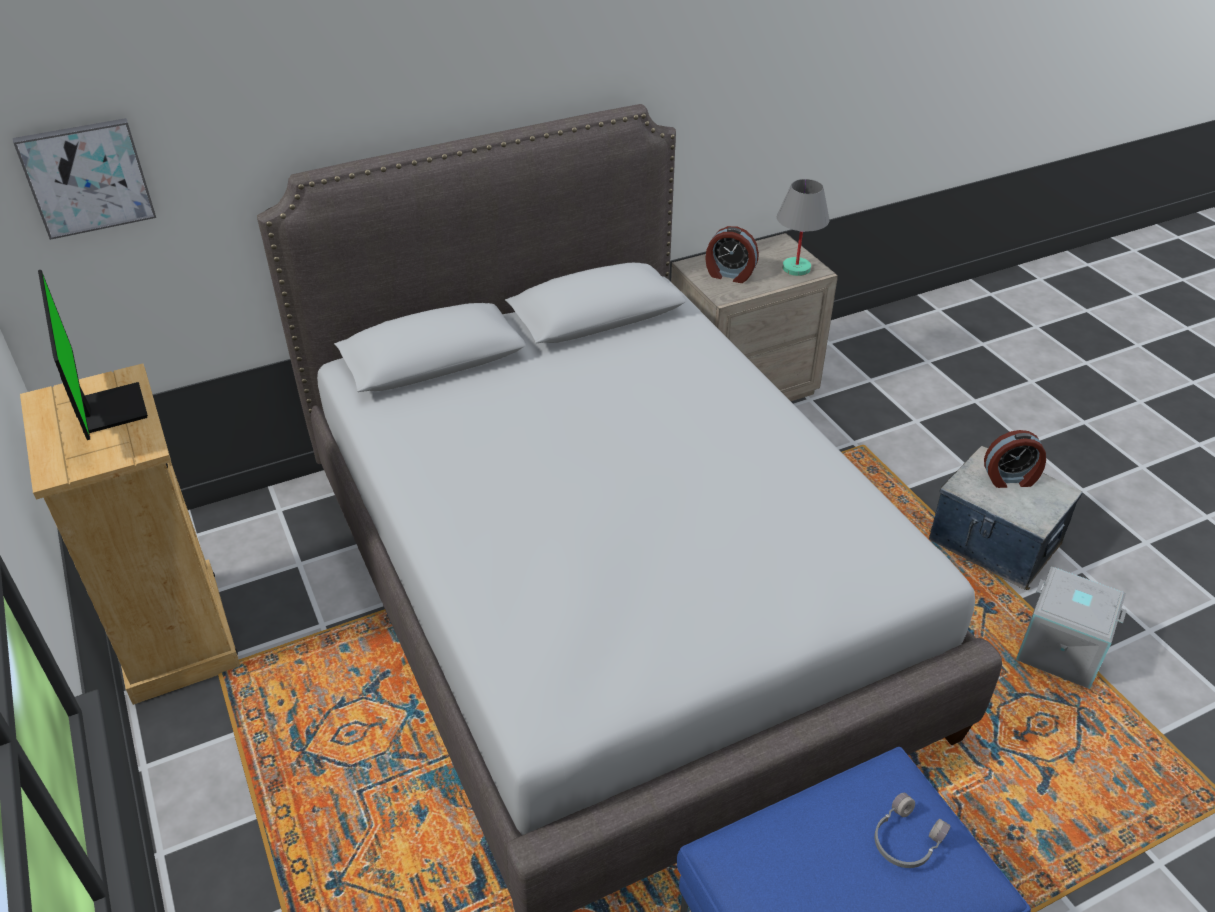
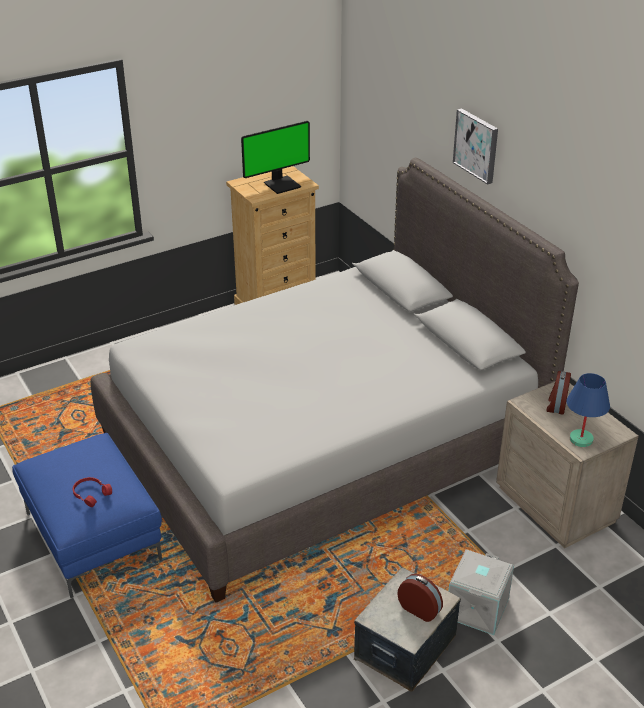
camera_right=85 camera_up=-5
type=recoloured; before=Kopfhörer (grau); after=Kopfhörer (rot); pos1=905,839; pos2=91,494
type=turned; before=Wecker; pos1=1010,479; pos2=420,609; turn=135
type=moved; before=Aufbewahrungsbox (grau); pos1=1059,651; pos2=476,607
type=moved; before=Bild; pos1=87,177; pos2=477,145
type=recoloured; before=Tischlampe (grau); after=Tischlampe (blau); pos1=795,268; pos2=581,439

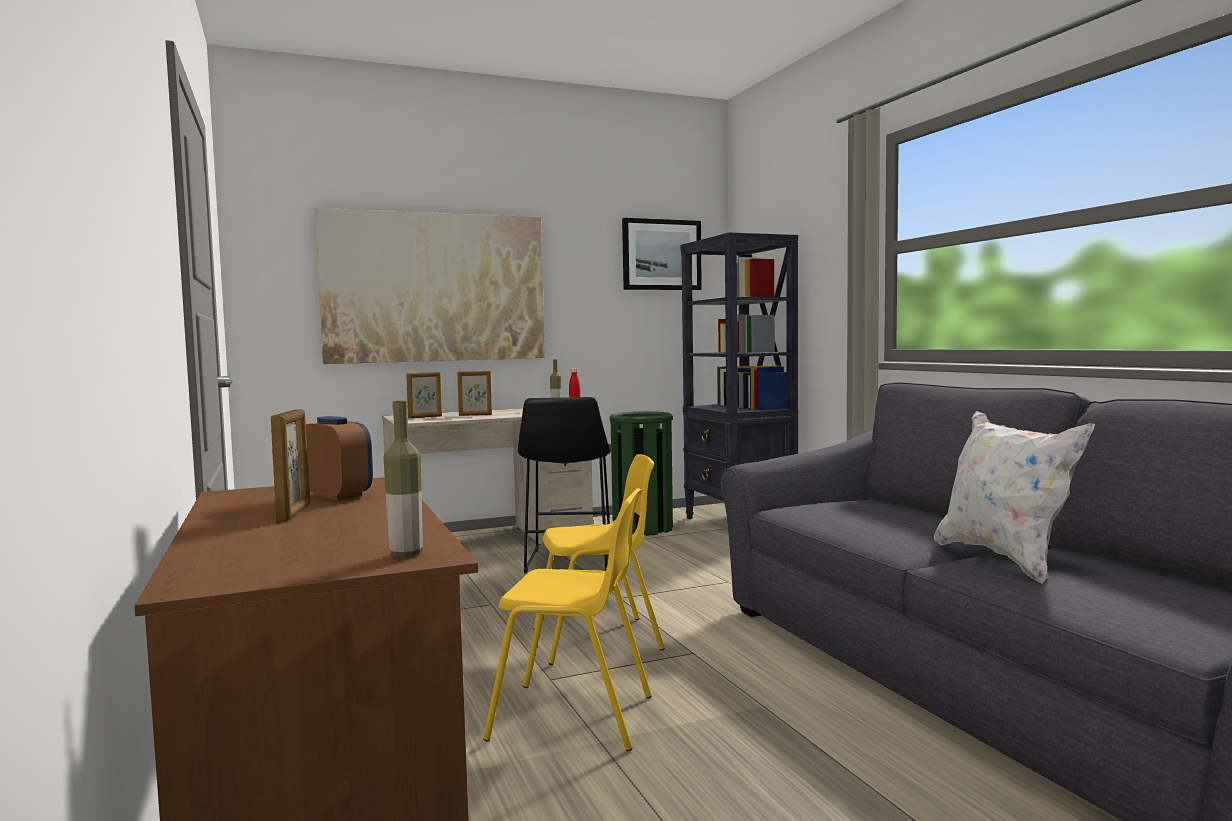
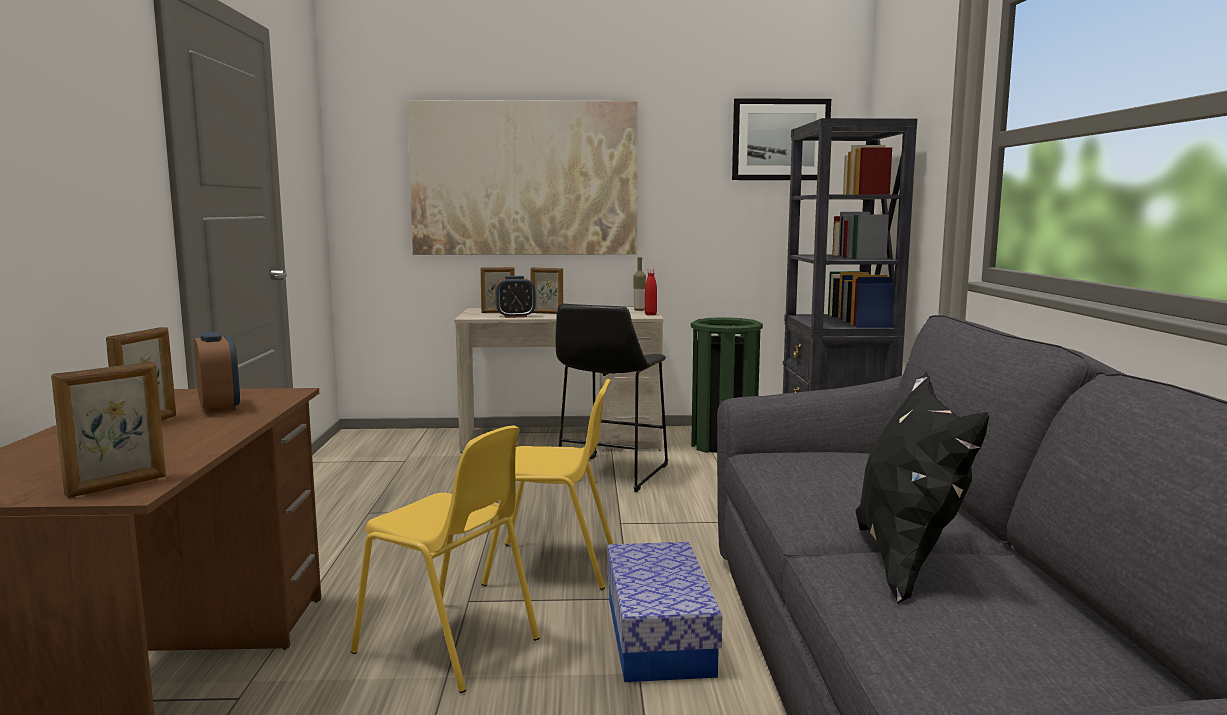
camera_right=20 camera_up=5
type=replaced; before=Flasche; after=Bilderrahmen; pos1=406,554; pos2=118,486
type=added; after=Wecker; pos2=515,316
type=added; after=Aufbewahrungsbox; pos2=659,636
type=recoloured; before=Kissen (weiß); after=Kissen (schwarz); pos1=1004,559; pos2=908,562

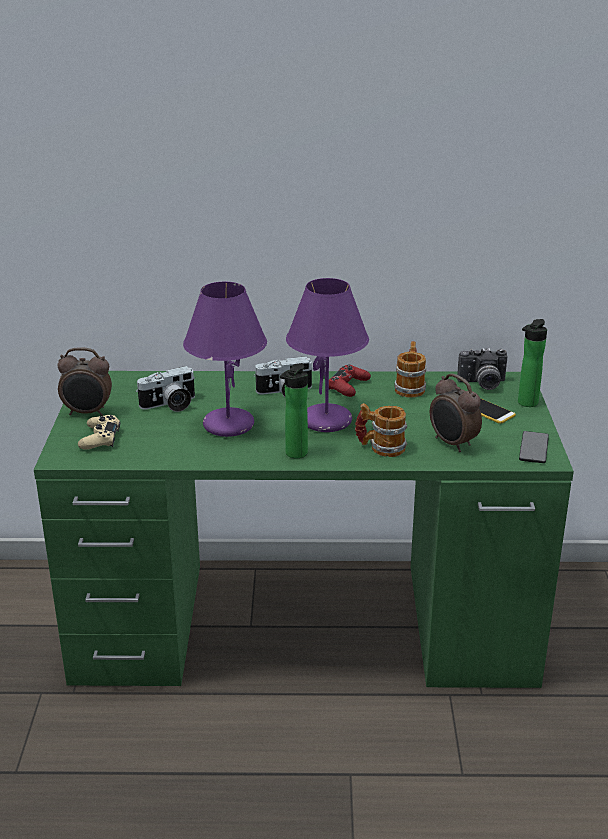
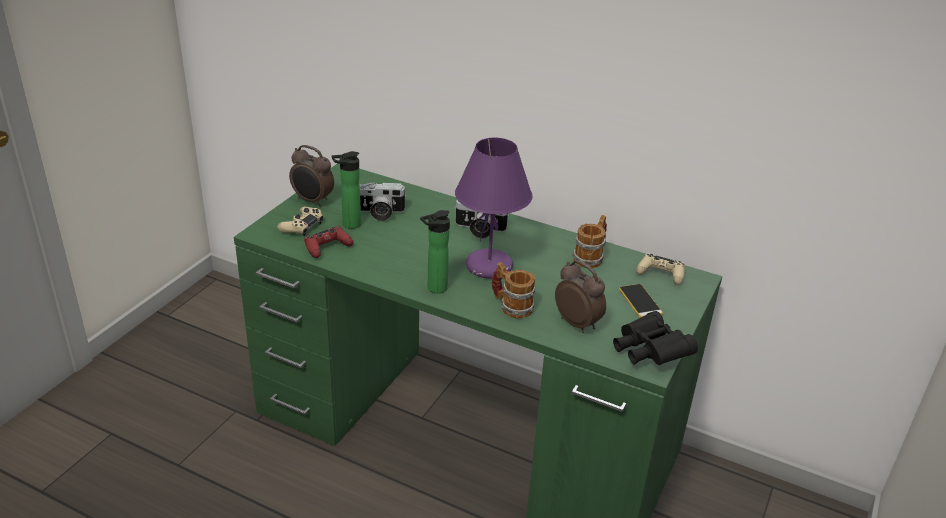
camera_right=25 camera_up=5
type=moved; before=Gamepad (rot); pos1=348,386; pos2=327,247
type=moved; before=Flasche; pos1=526,404; pos2=348,224
type=turned; before=Wecker; pos1=452,444; pos2=577,323; turn=150
type=replaced; before=Handy; after=Fernglas (schwarz); pos1=533,448; pos2=648,352
type=replaced; before=Kamera; after=Gamepad (beige); pos1=482,384; pos2=660,274
type=removed; before=Tischlampe (lila); pos1=228,424

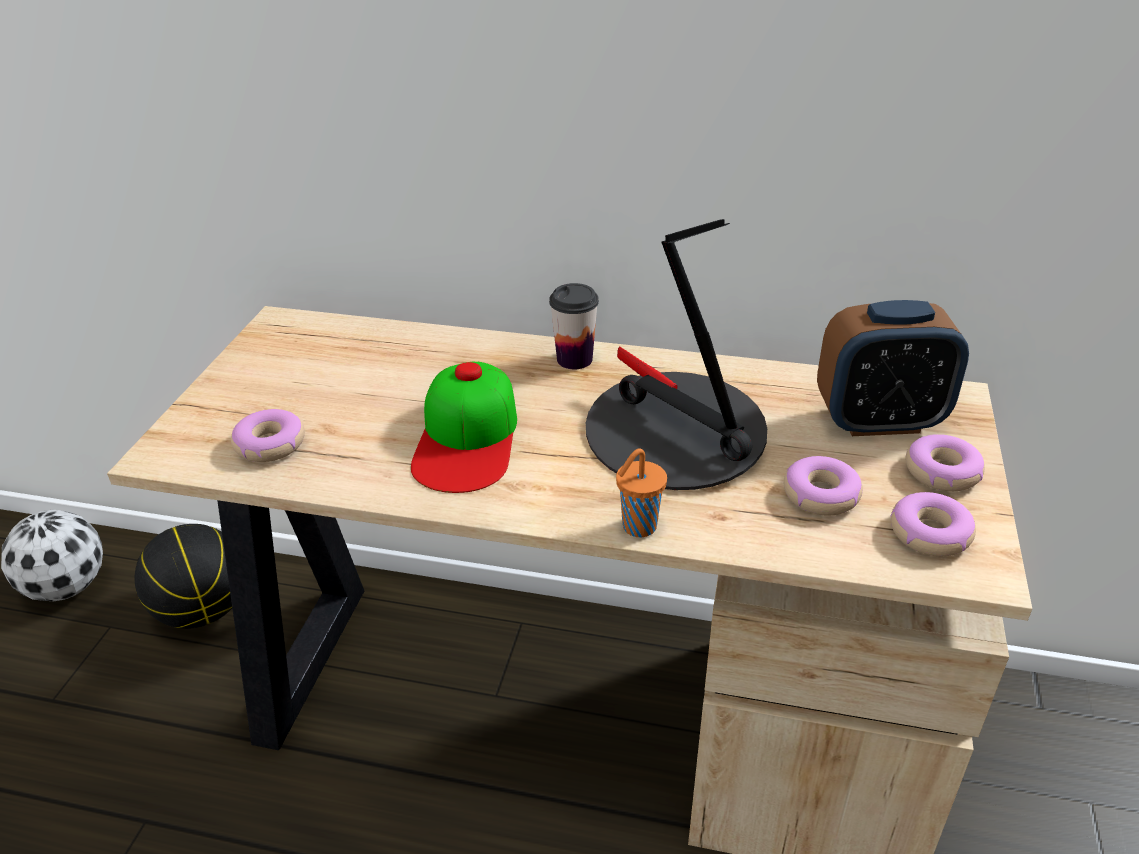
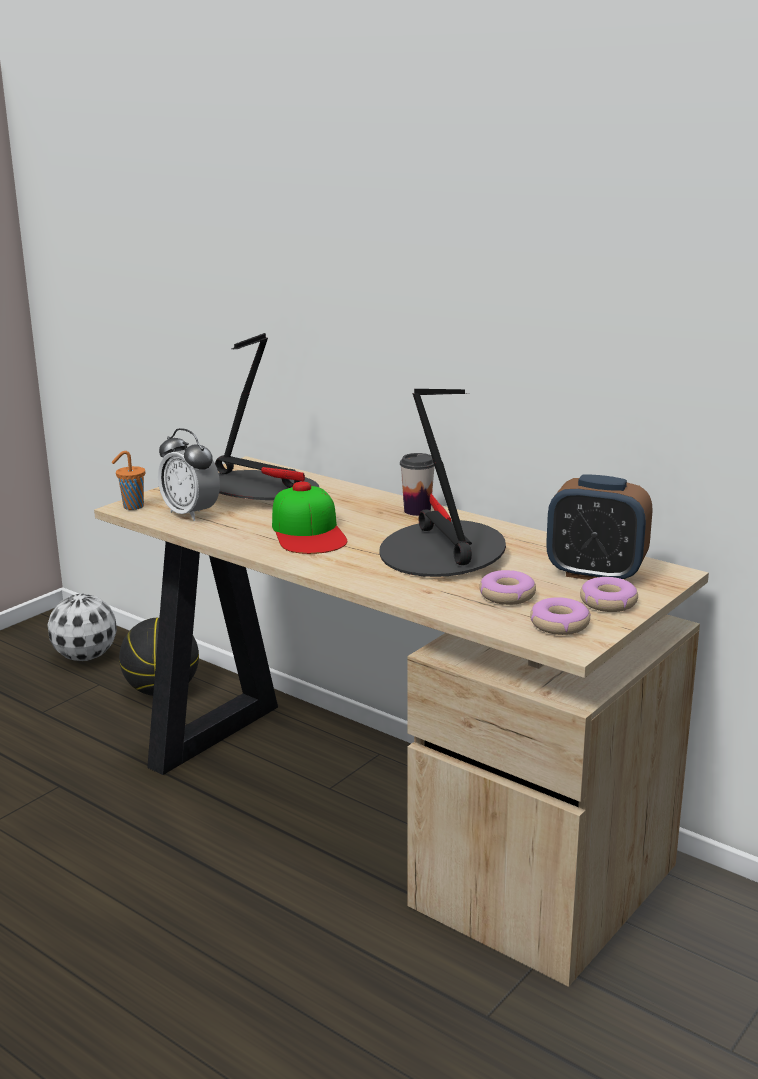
camera_right=25 camera_up=-15
type=moved; before=Tasse (orange); pos1=637,527; pos2=132,507
type=replaced; before=Donut; after=Wecker; pos1=270,444; pos2=191,514
type=added; after=Tischlampe; pos2=262,491
type=turned; before=Kappe; pos1=467,438; pos2=308,532; turn=-45

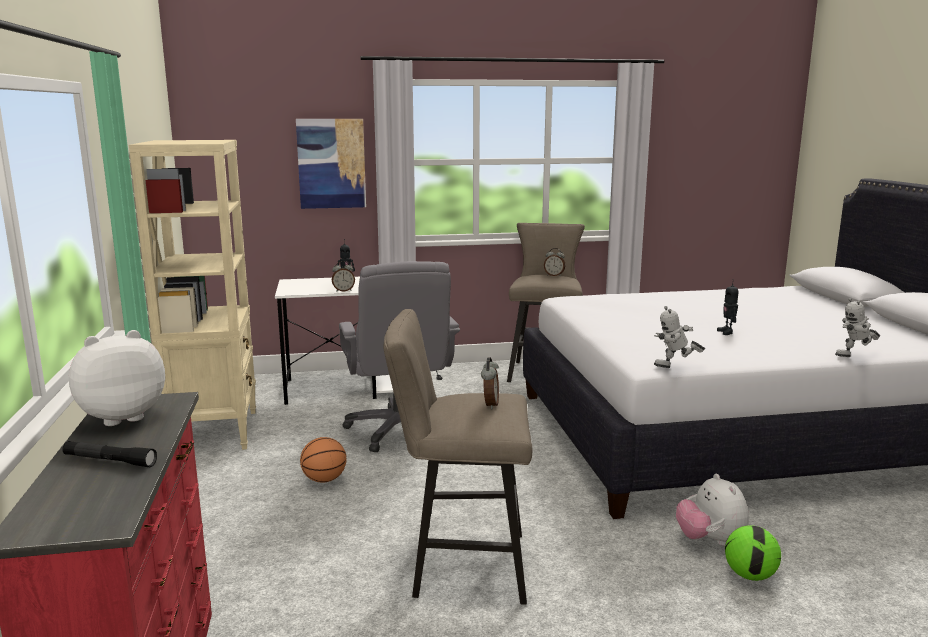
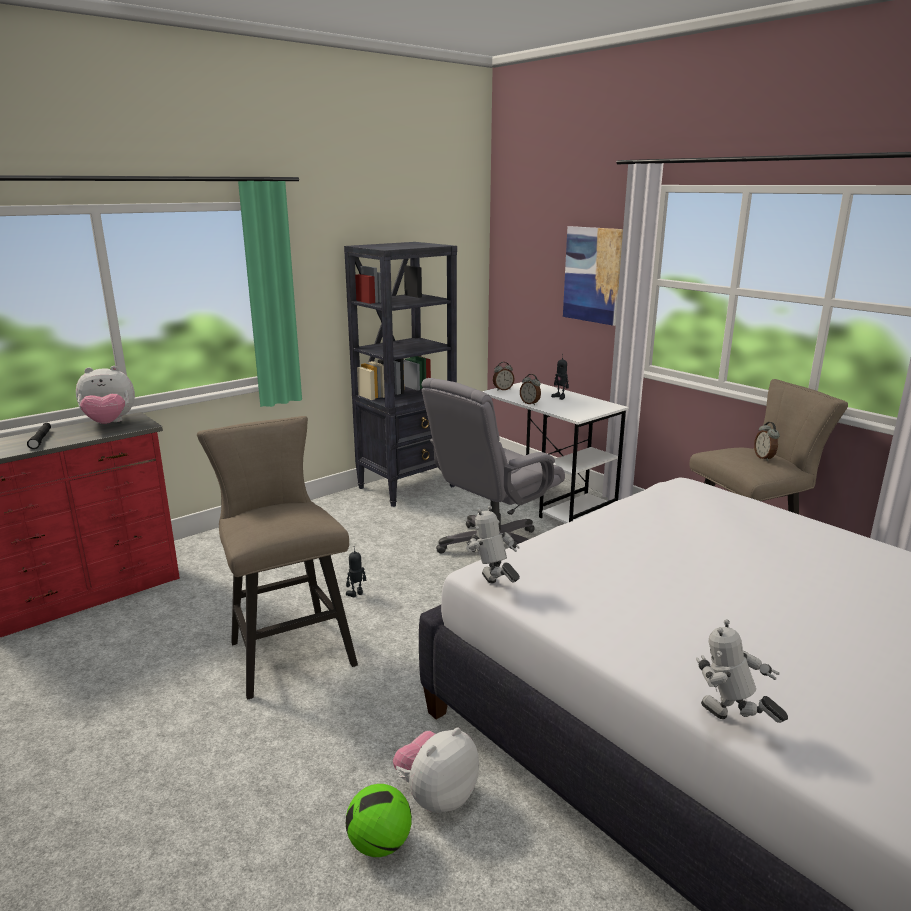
camera_right=60 camera_up=5
type=turned; before=Plüschtier; pos1=121,417; pos2=109,424; turn=135
type=recoloured; before=Bücherregal (beige); after=Bücherregal (schwarz); pos1=215,431; pos2=407,487
type=moved; before=Spielzeugroboter; pos1=727,332; pos2=356,594
type=moved; before=Wecker; pos1=489,404; pos2=503,389
type=removed; before=Basketball; pos1=324,480

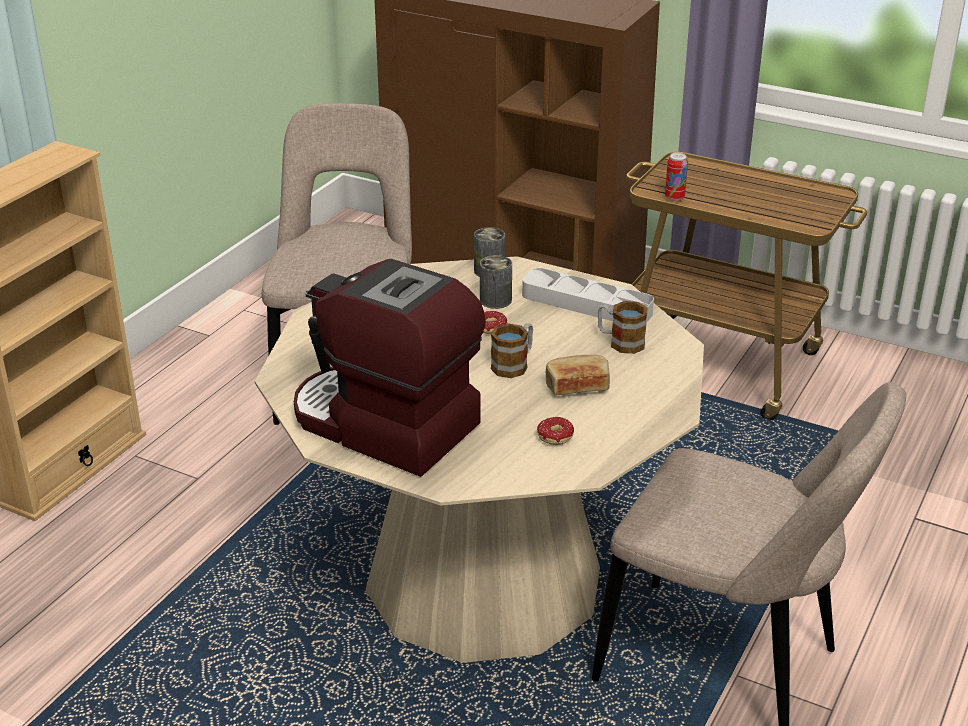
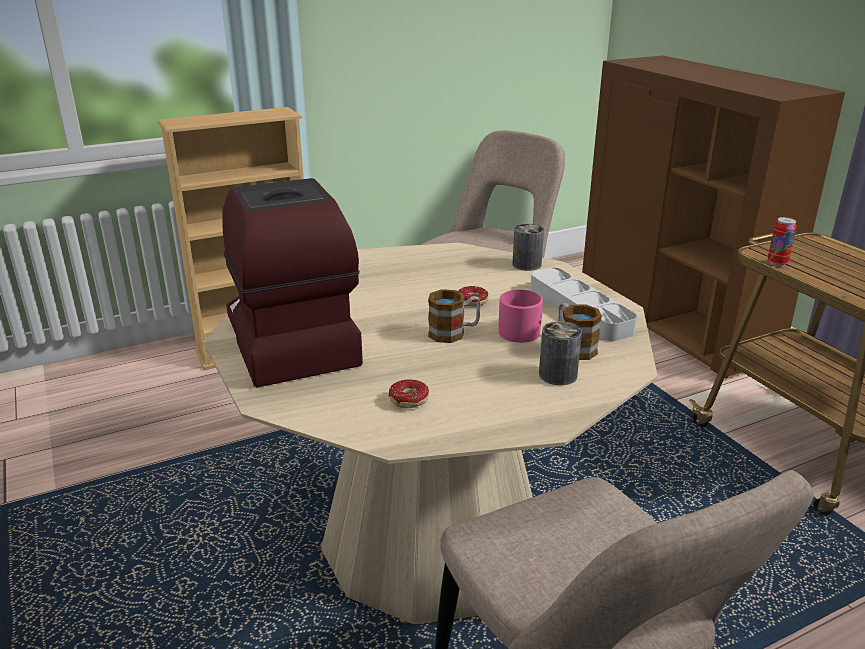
camera_right=35 camera_up=-5
type=added; after=Henkelbecher (rosa); pos2=521,330
type=moved; before=Dose; pos1=495,300; pos2=558,375
type=removed; before=Brot; pos1=577,386

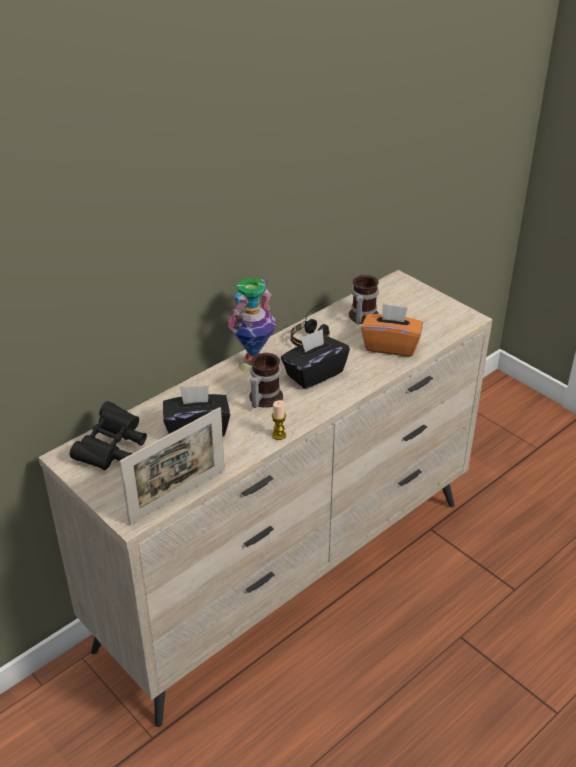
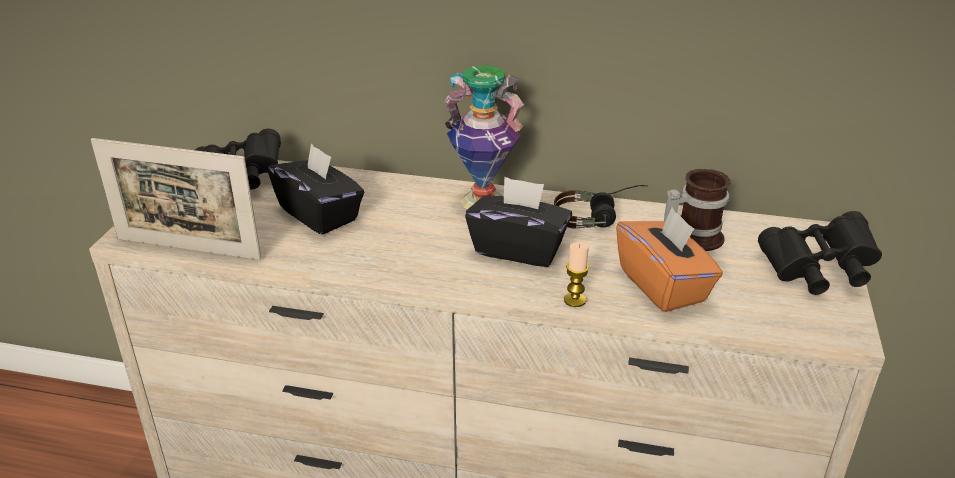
camera_right=55 camera_up=-5
type=moved; before=Kerze; pos1=279,435; pos2=575,300
type=added; after=Fernglas (schwarz); pos2=817,271
type=removed; before=Henkelbecher; pos1=263,398

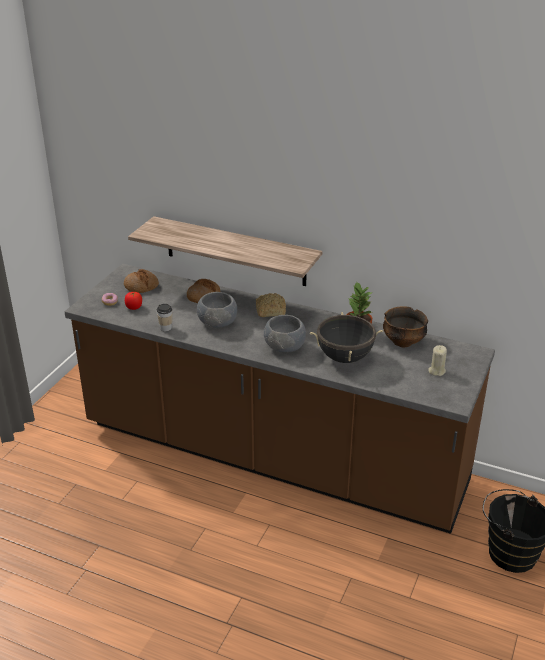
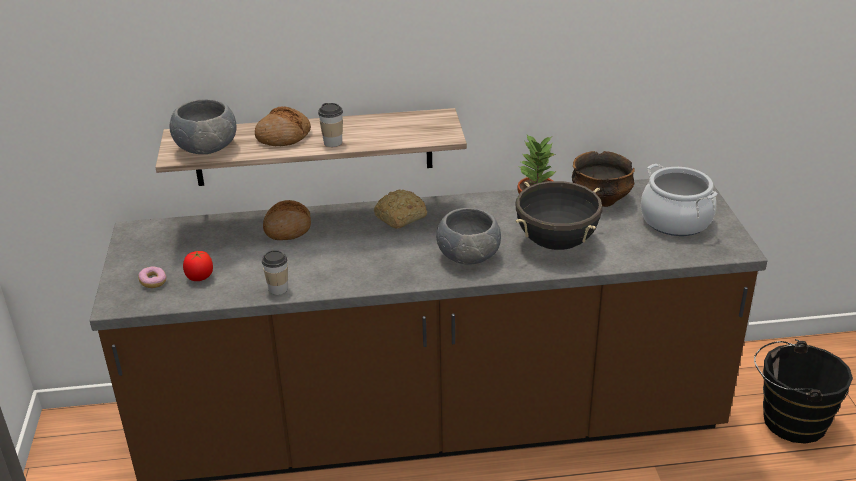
camera_right=-30 camera_up=0
type=moved; before=Schüssel (grau); pos1=217,322; pos2=206,148
type=moved; before=Brot; pos1=141,286; pos2=283,136
type=added; after=Tasse; pos2=333,142
type=replaced; before=Kerze (beige); after=Kochtopf; pos1=436,371; pos2=676,220

